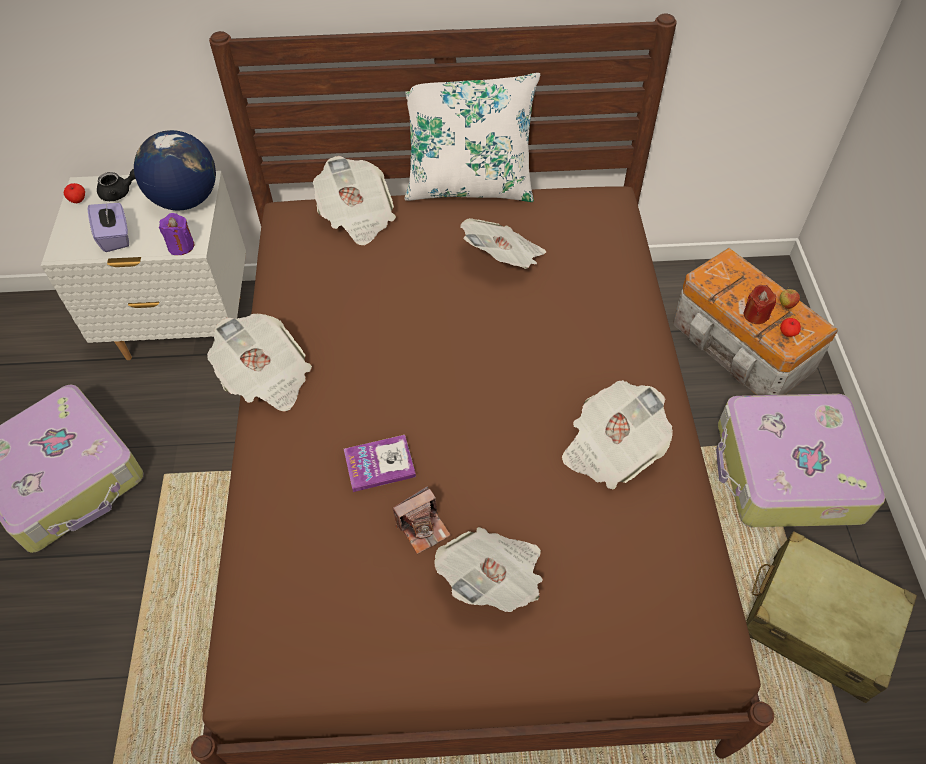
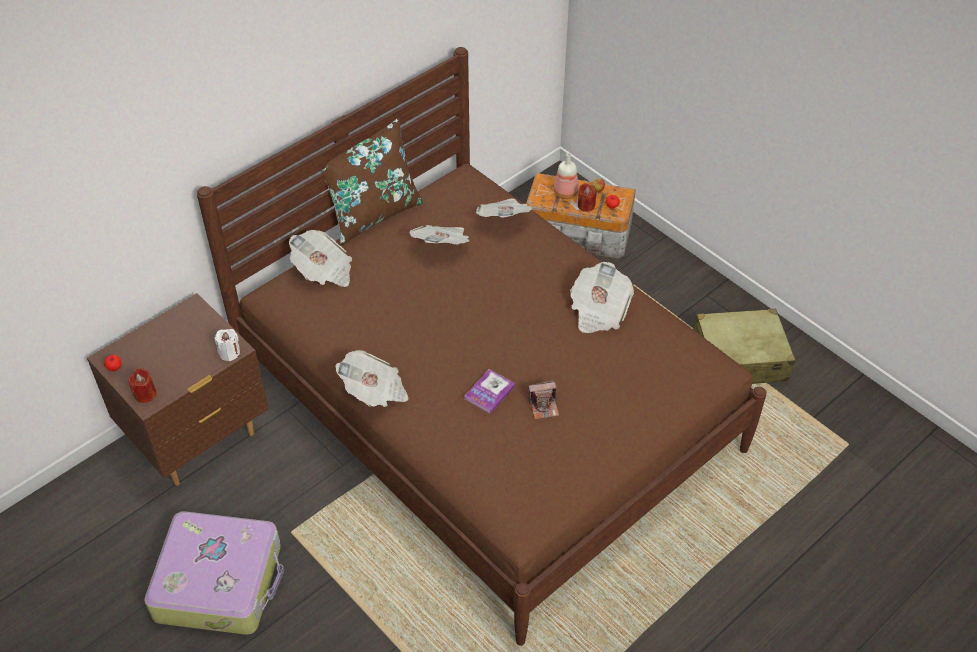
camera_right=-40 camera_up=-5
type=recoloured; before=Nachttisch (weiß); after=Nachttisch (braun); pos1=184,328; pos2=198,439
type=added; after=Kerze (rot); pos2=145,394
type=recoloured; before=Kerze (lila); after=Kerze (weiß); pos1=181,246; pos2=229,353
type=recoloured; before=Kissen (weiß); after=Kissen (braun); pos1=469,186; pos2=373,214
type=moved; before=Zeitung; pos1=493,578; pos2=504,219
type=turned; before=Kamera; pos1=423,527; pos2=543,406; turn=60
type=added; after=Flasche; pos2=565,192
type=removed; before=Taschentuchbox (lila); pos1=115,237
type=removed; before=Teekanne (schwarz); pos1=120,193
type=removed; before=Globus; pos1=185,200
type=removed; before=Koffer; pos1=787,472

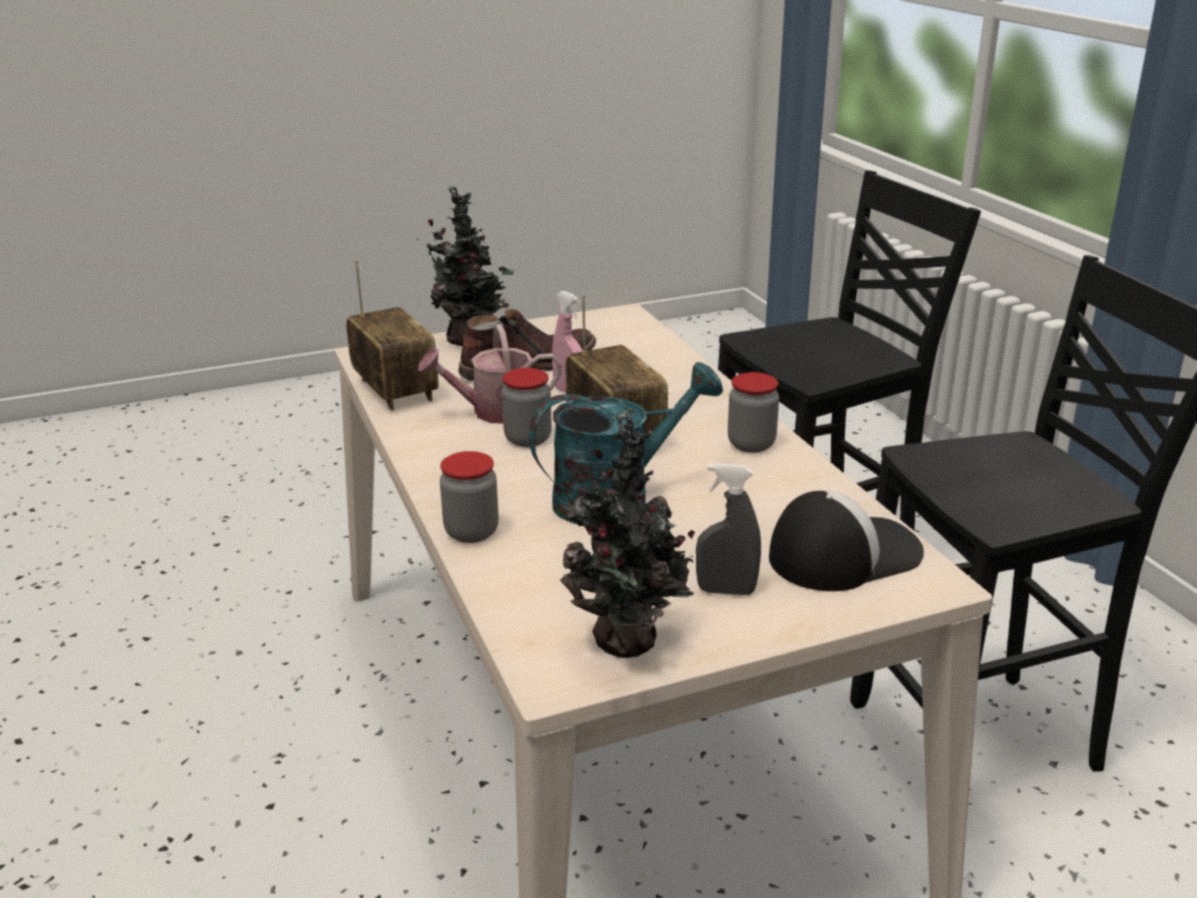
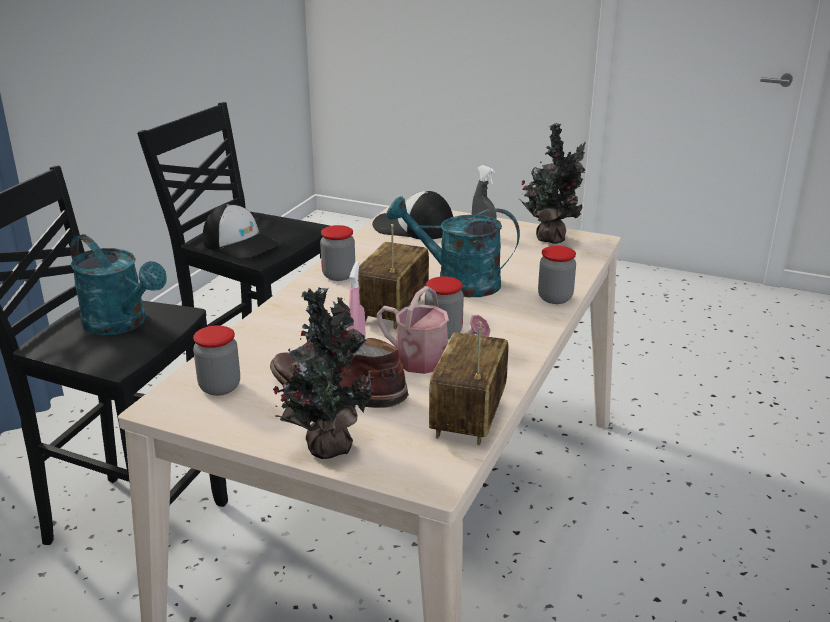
camera_right=-135 camera_up=0
type=added; after=Gießkanne (türkis); pos2=122,324
type=added; after=Vorratsglas; pos2=220,387
type=added; after=Kappe; pos2=241,244

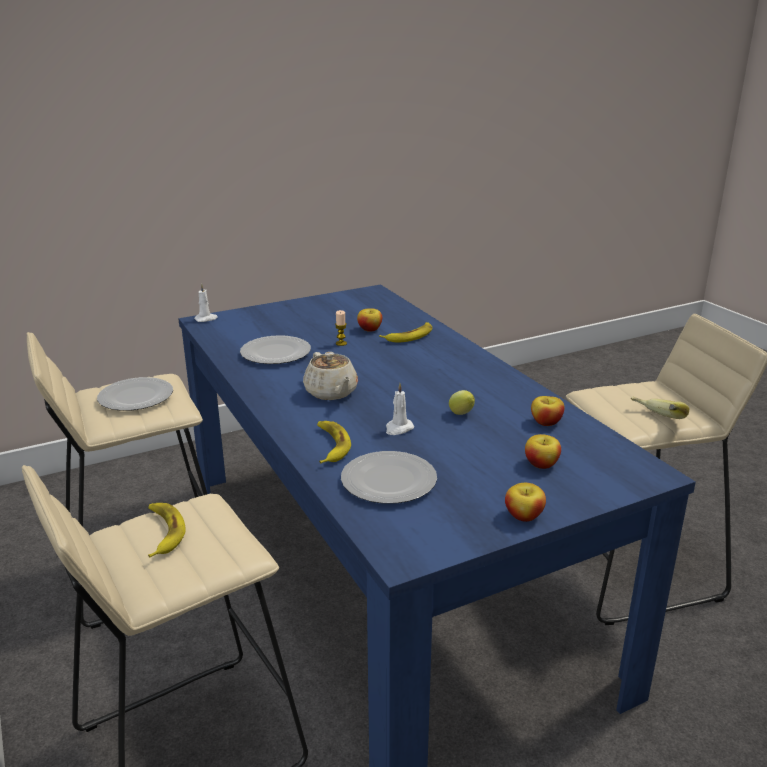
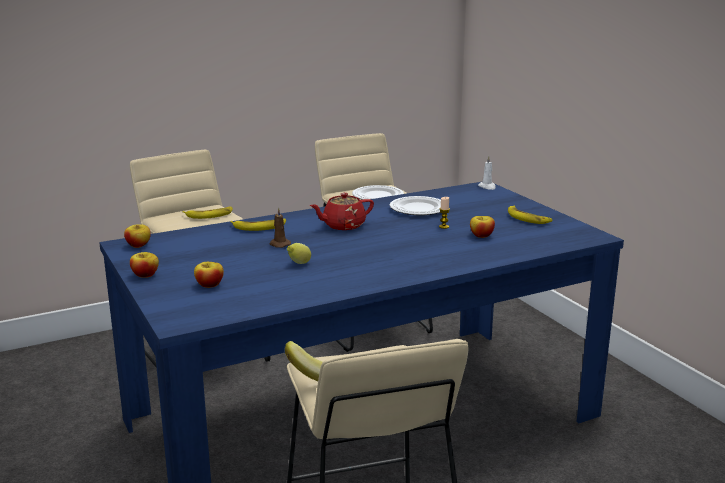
camera_right=90 camera_up=-5
type=moved; before=Apfel; pos1=546,422; pos2=138,245
type=recoloured; before=Kerze (weiß); after=Kerze (braun); pos1=398,429; pos2=279,244
type=recoloured; before=Teekanne (beige); after=Teekanne (rot); pos1=331,393; pos2=343,225
type=moved; before=Banane; pos1=409,336; pos2=527,218
type=removed; before=Teller; pos1=389,480

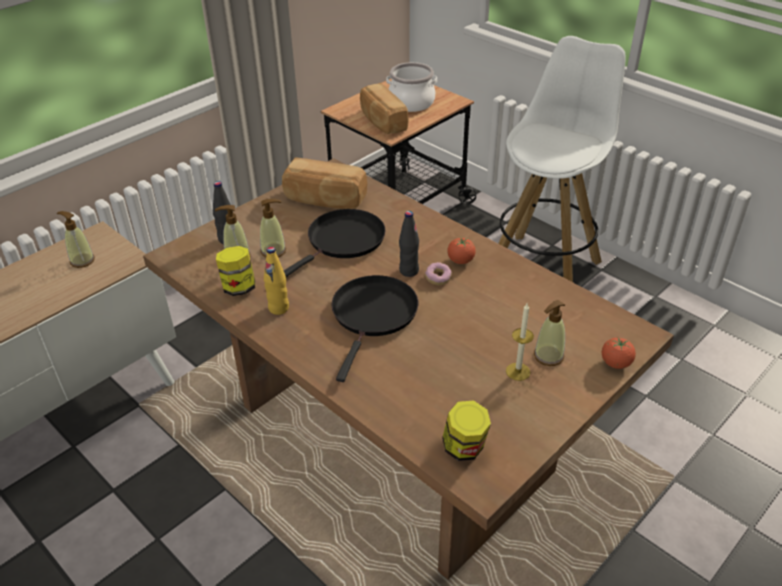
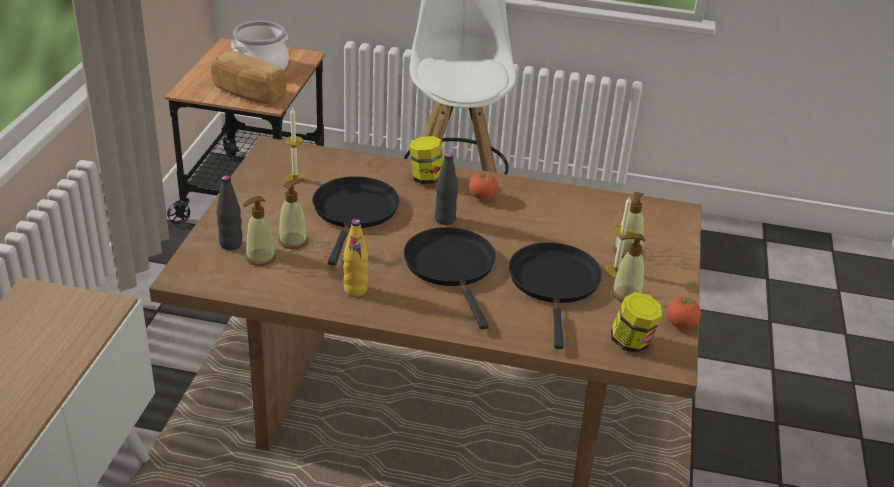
camera_right=-35 camera_up=-5
type=replaced; before=Brot; after=Kerze; pos1=325,199; pos2=295,178
type=moved; before=Vorratsglas; pos1=239,288; pos2=426,178
type=added; after=Pfanne (schwarz); pos2=554,283
type=moved; before=Seifenspender; pos1=82,260; pos2=626,294
type=moved; before=Tomate; pos1=615,363; pos2=680,324
type=removed; before=Donut; pos1=438,278

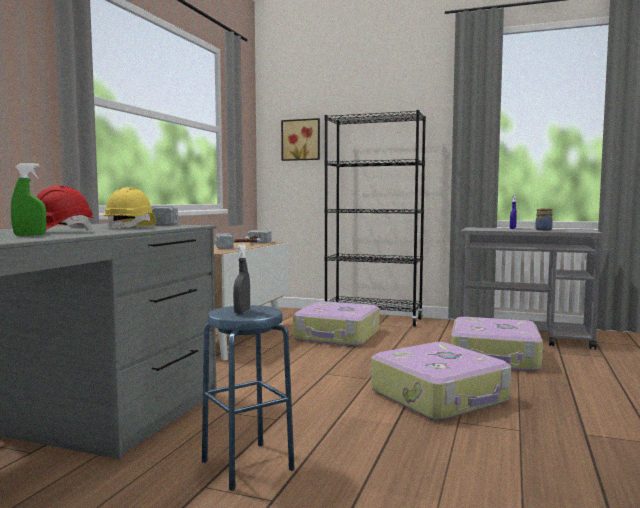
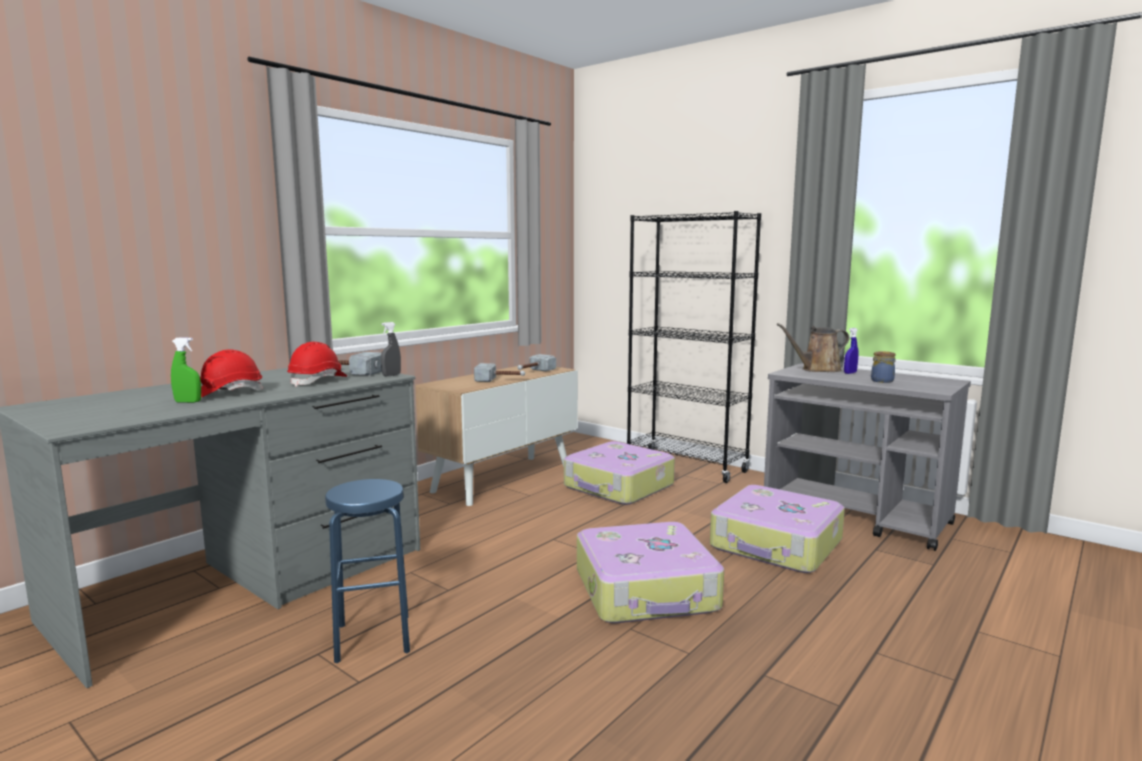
camera_right=20 camera_up=5
type=recoloured; before=Schutzhelm (gelb); after=Schutzhelm (rot); pos1=131,227; pos2=318,381
type=moved; before=Sprühflasche (grau); pos1=242,312; pos2=391,375
type=added; after=Gießkanne (braun); pos2=817,370
type=removed; before=Bild; pos1=301,140

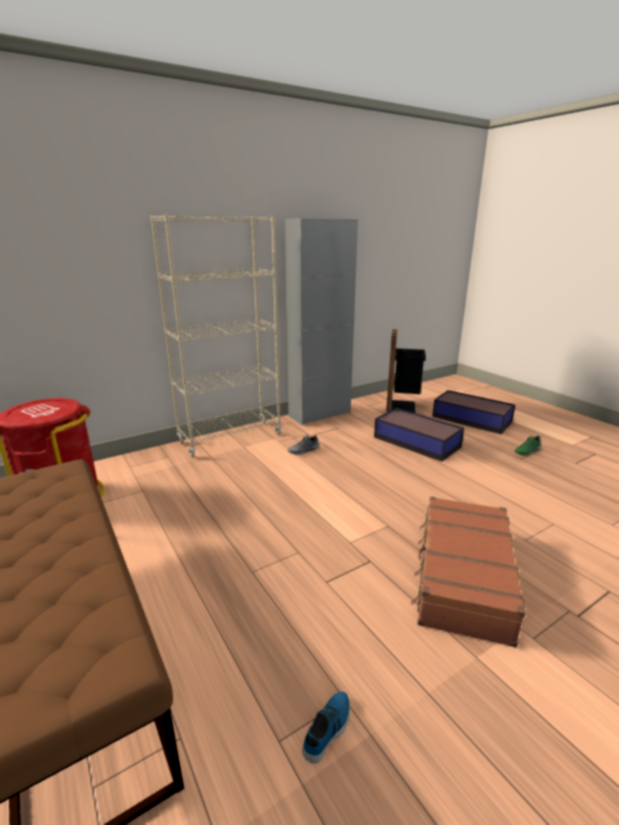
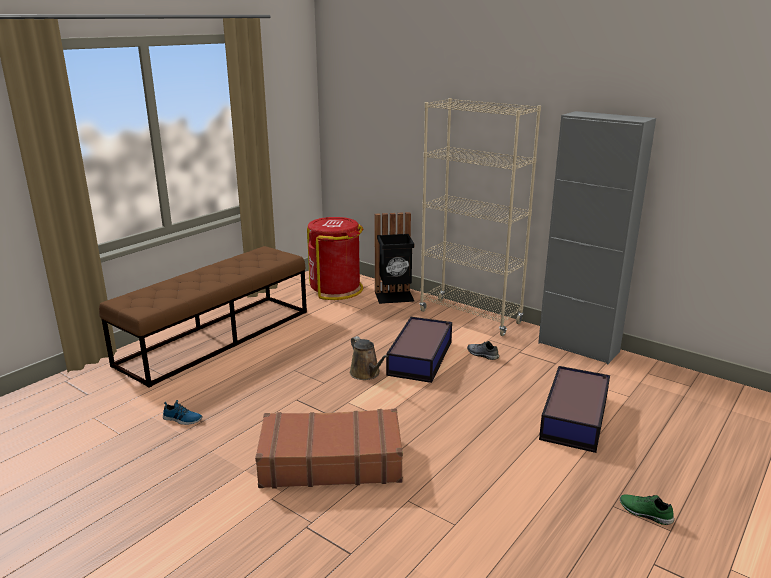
camera_right=70 camera_up=0
type=added; after=Gießkanne (braun); pos2=366,374
type=moved; before=Mülleimer (schwarz); pos1=402,406; pos2=395,297
type=moved; before=Aufbewahrungsbox; pos1=470,419; pos2=421,357

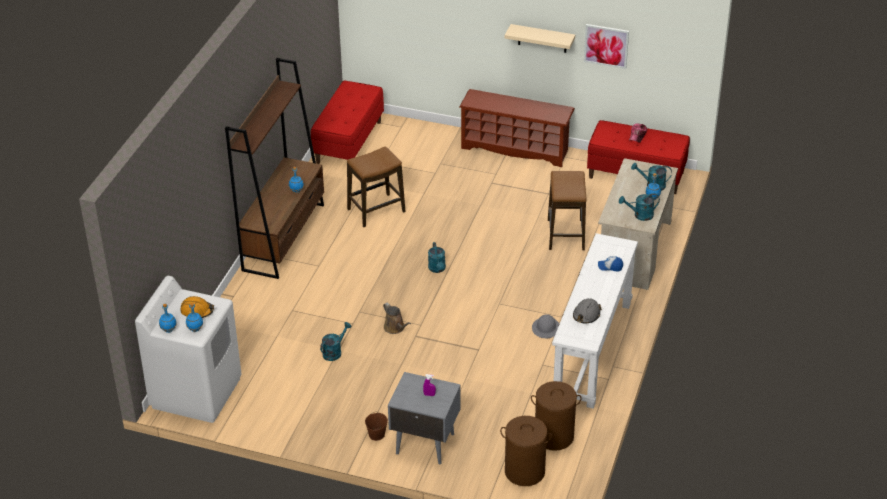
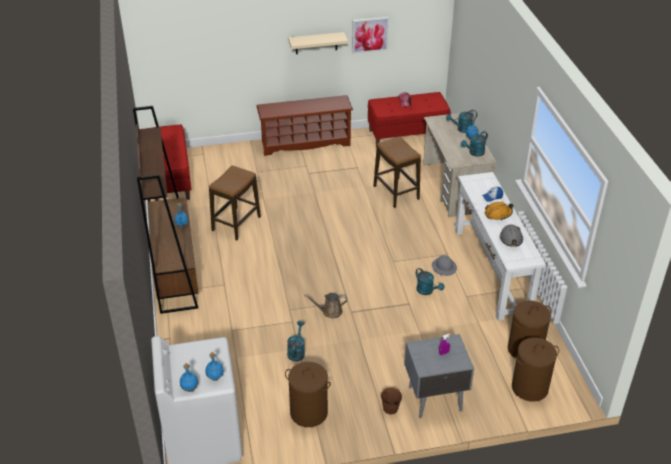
camera_right=-30 camera_up=0
type=added; after=Wäschekorb (braun); pos2=308,412
type=turned; before=Gießkanne (braun); pos1=395,328; pos2=330,311; turn=150
type=moved; before=Gießkanne (türkis); pos1=437,269; pos2=427,291
type=moved; before=Schutzhelm (orange); pos1=197,311; pos2=498,214

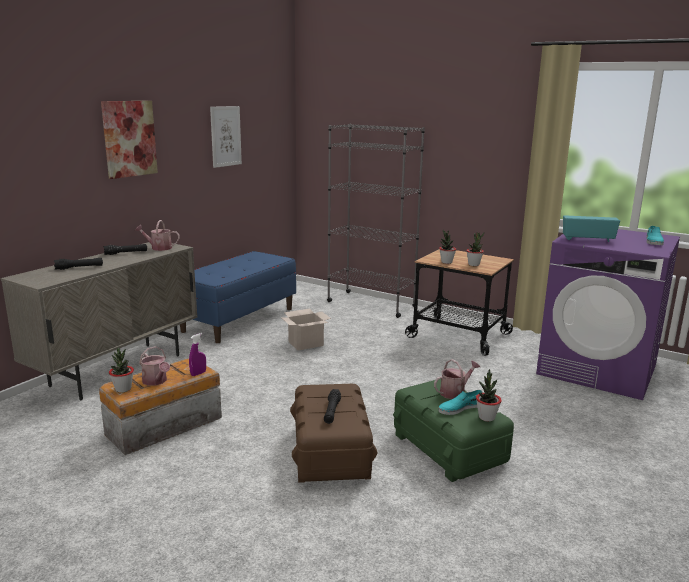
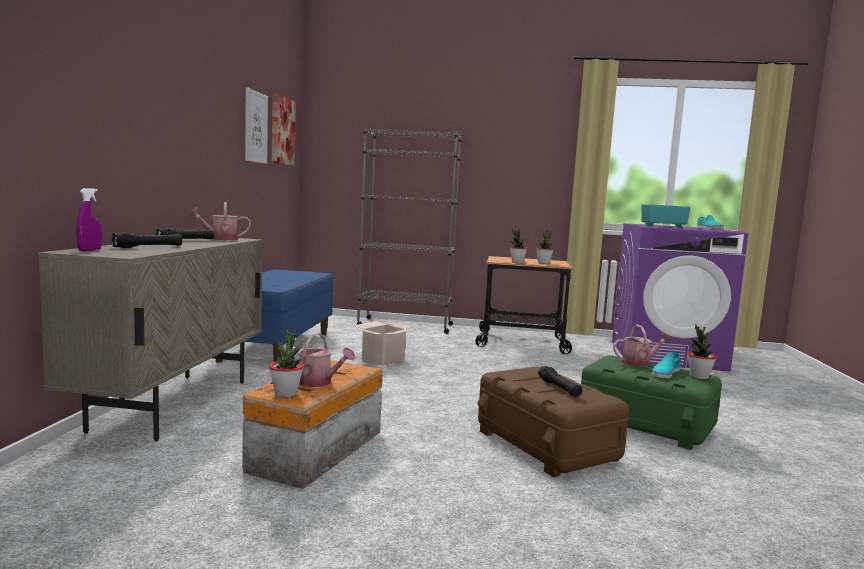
camera_right=-25 camera_up=-10
type=moved; before=Sprühflasche (lila); pos1=198,374; pos2=89,250
type=moved; before=Bild; pos1=129,138; pos2=282,130
type=turned; before=Gießkanne; pos1=455,392; pos2=639,363; turn=45

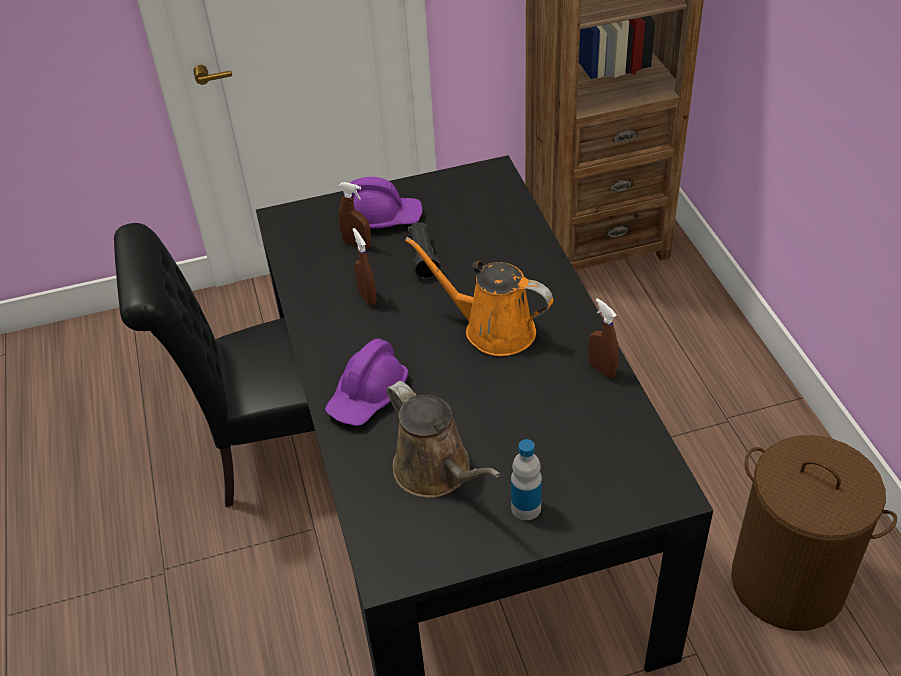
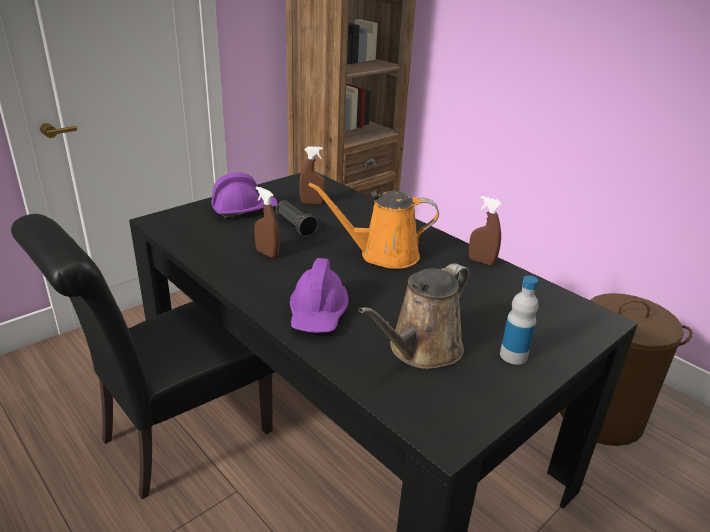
camera_right=-30 camera_up=-15
type=moved; before=Sprühflasche (braun); pos1=357,244; pos2=312,203
type=turned; before=Gießkanne (braun); pos1=437,472; pos2=421,350; turn=105

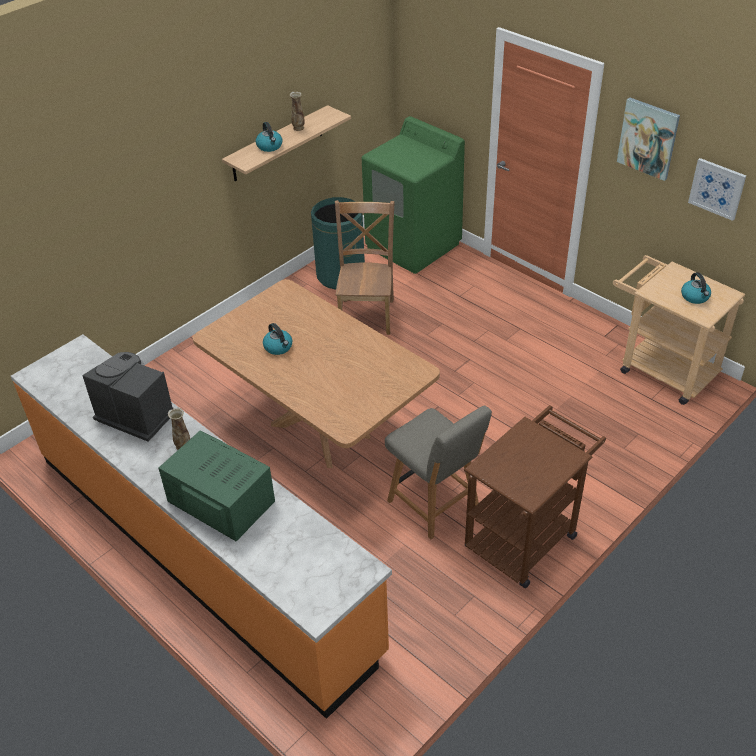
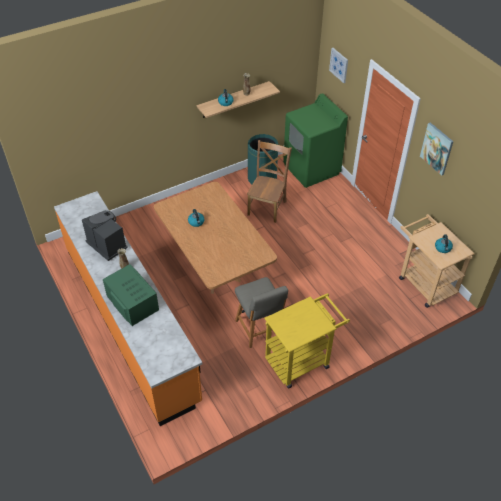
camera_right=15 camera_up=5
type=recoloured; before=Rollwagen (braun); after=Rollwagen (gelb); pos1=526,535; pos2=302,359
type=moved; before=Bild; pos1=717,188; pos2=339,65

